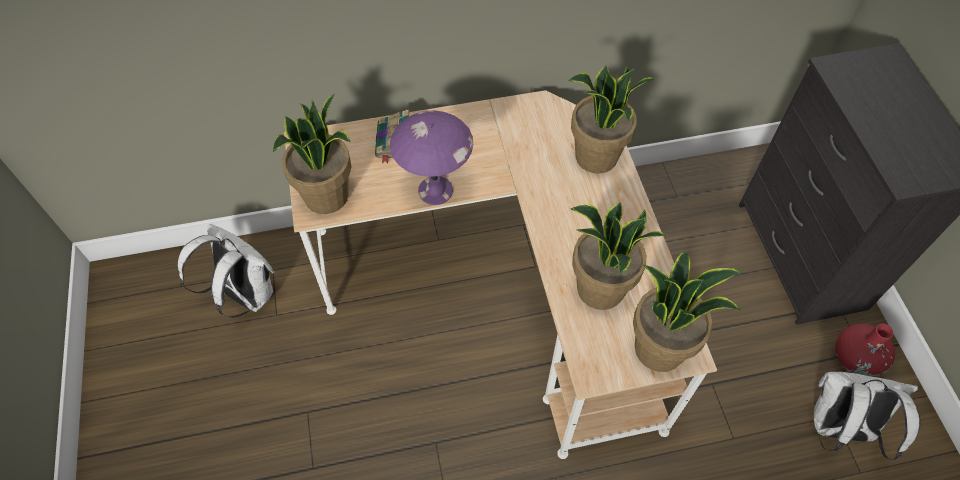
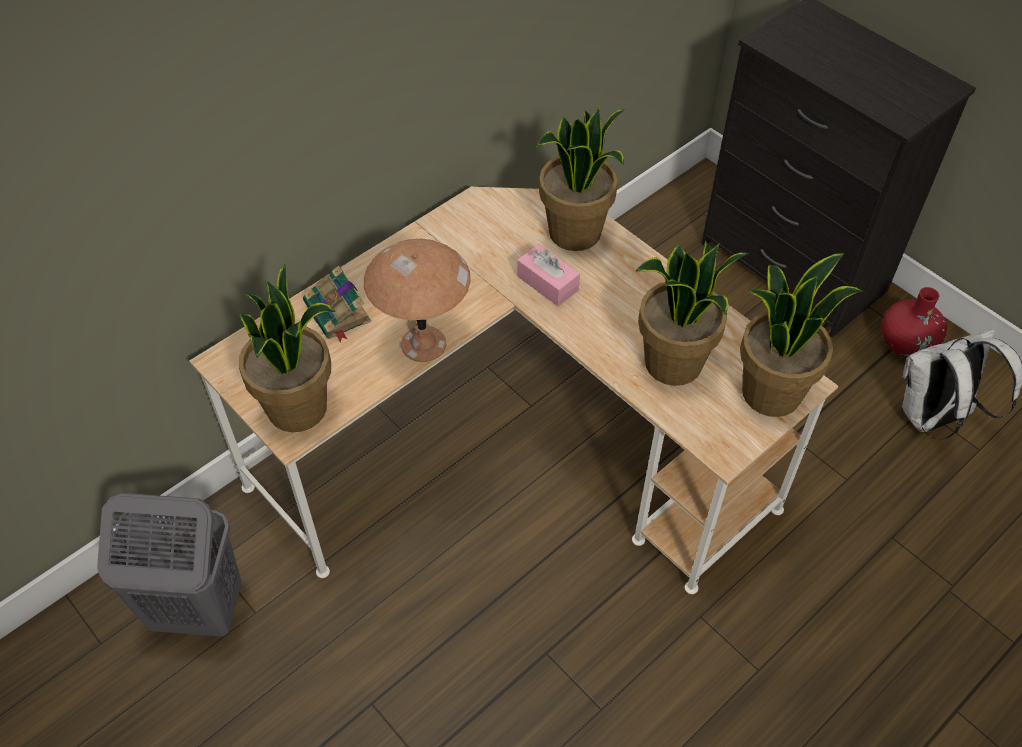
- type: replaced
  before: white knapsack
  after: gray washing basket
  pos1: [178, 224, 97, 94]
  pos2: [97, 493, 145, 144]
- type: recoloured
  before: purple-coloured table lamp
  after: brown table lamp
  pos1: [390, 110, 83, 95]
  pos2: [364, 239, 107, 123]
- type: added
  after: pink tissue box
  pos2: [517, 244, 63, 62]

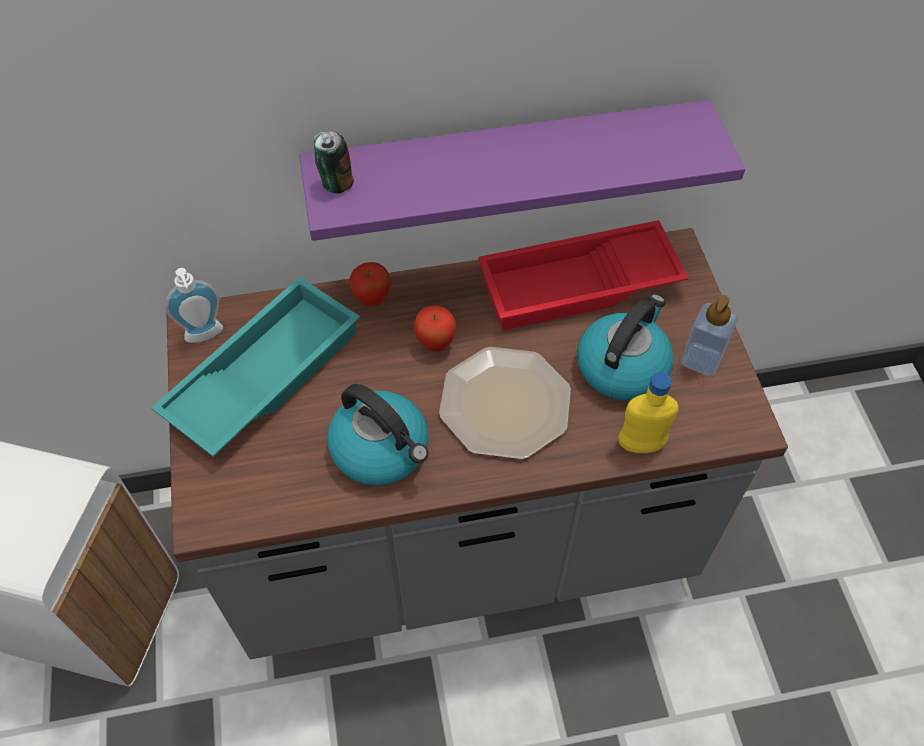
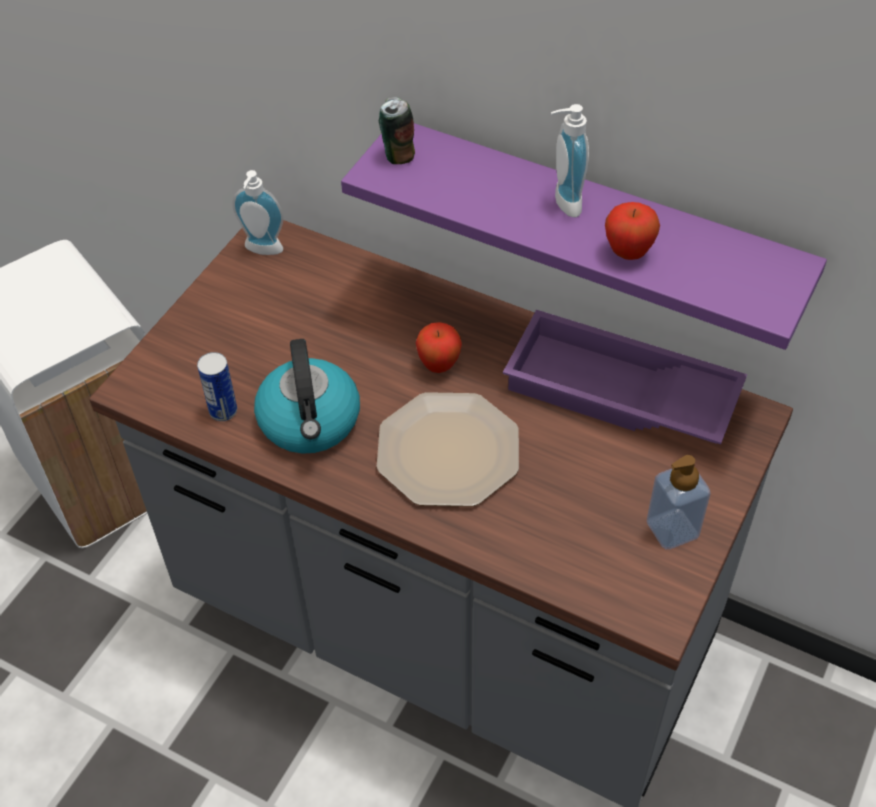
- type: added
  after: metal can
  pos2: [197, 352, 40, 69]
- type: recoloured
  before: red carrying tray
  after: purple-coloured carrying tray
  pos1: [478, 220, 211, 111]
  pos2: [503, 310, 244, 134]
- type: added
  after: liquid soap bottle
  pos2: [551, 104, 38, 113]
- type: moved
  before: apple
  pos1: [349, 262, 42, 44]
  pos2: [605, 202, 55, 58]
- type: removed
  before: blue-green carrying tray
  pos1: [151, 277, 209, 180]
- type: removed
  before: water kettle
  pos1: [577, 294, 97, 107]
- type: removed
  before: yellow beverage bottle
  pos1: [618, 372, 61, 81]

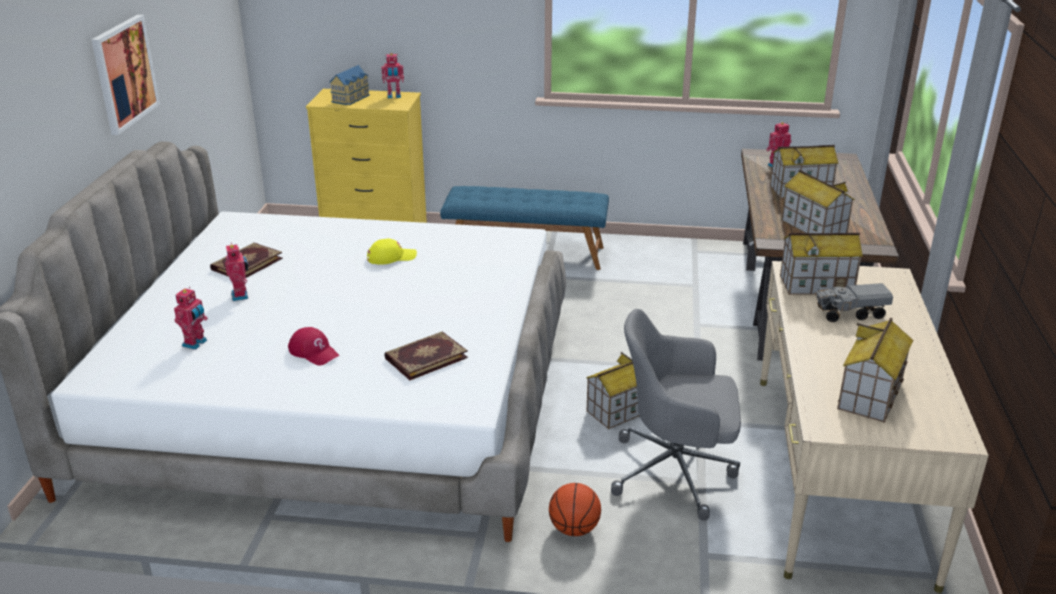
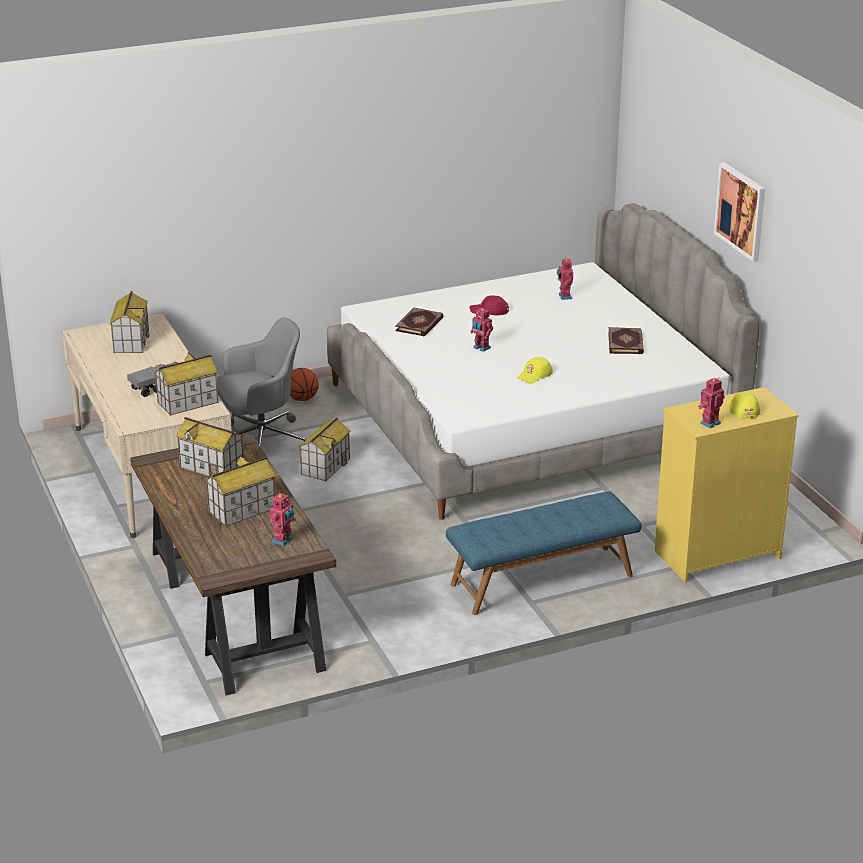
- type: moved
  before: toy robot
  pos1: [225, 243, 23, 58]
  pos2: [470, 307, 23, 45]
- type: replaced
  before: model house
  after: yellow cap
  pos1: [329, 65, 41, 40]
  pos2: [729, 392, 31, 27]

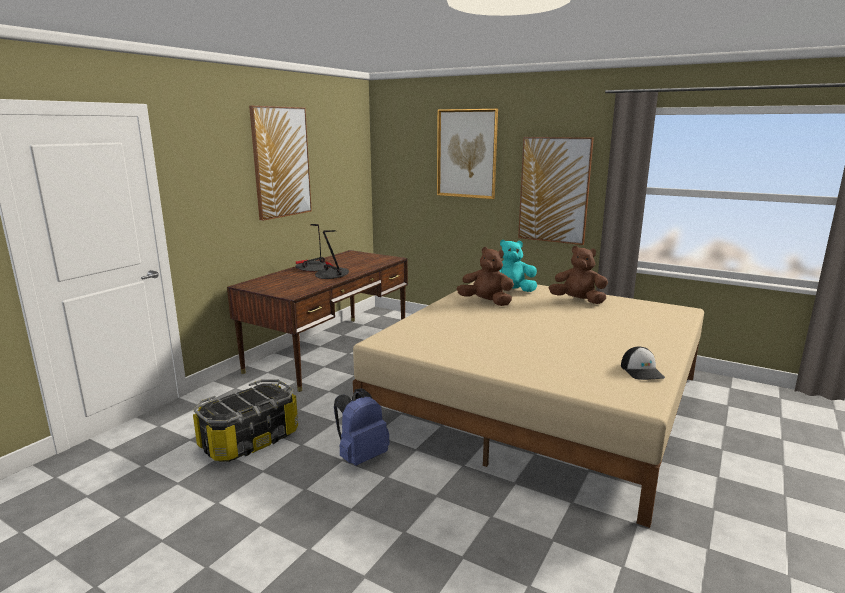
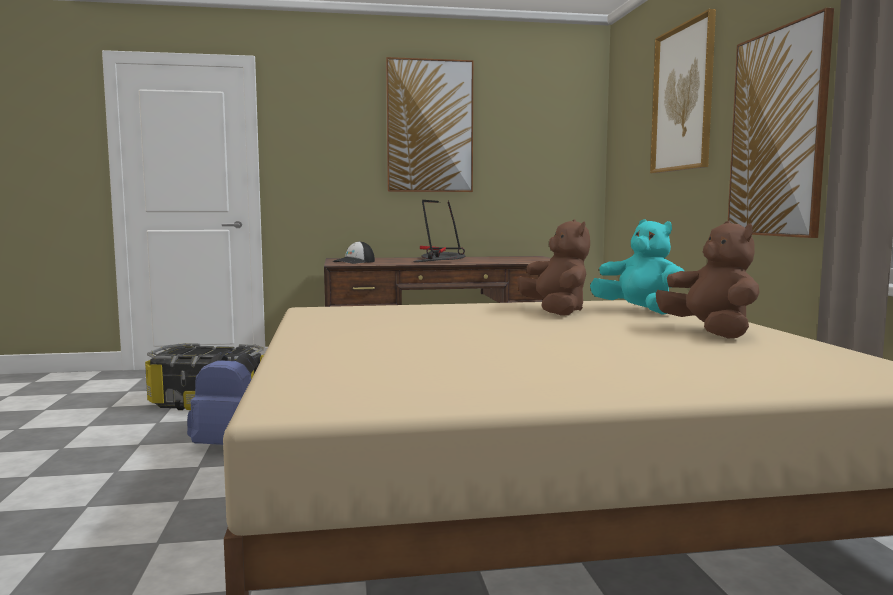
- type: moved
  before: cap
  pos1: [621, 347, 44, 33]
  pos2: [333, 241, 42, 23]

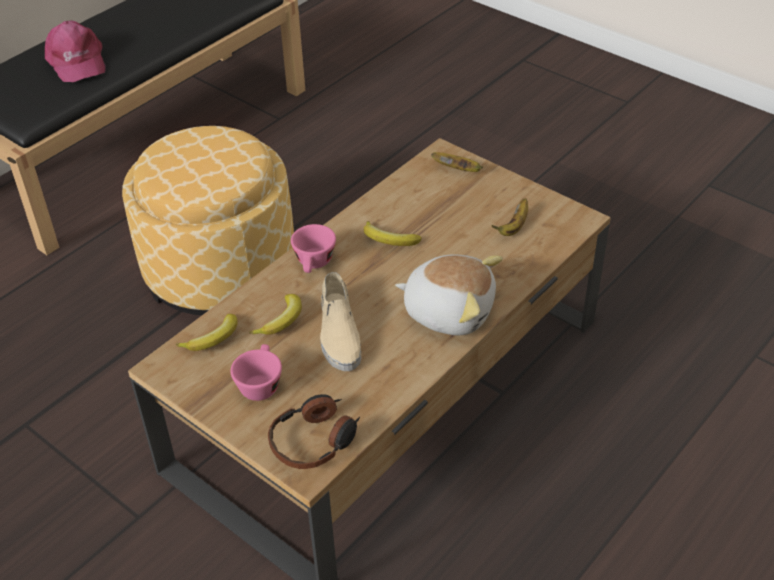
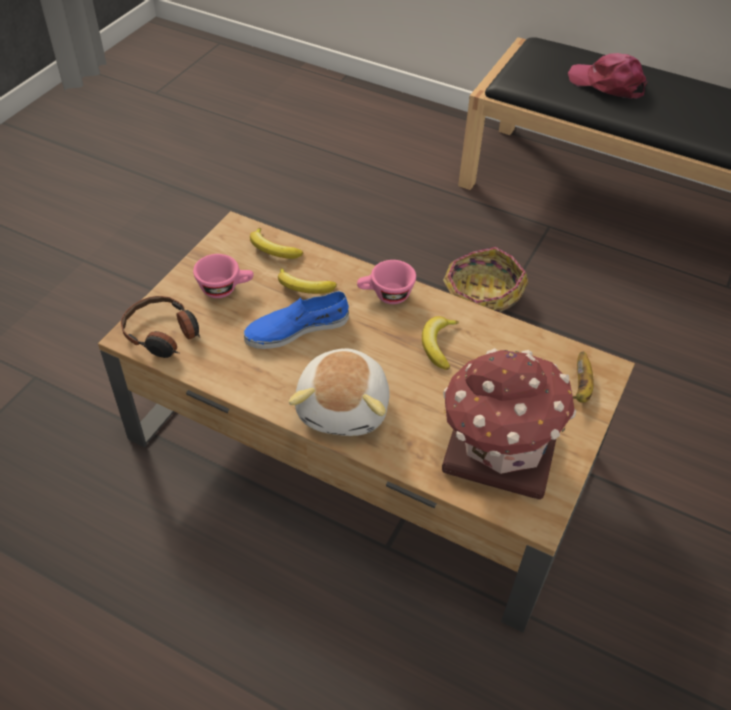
- type: recoloured
  before: beige item of footwear
  after: bluish item of footwear
  pos1: [320, 272, 41, 99]
  pos2: [244, 291, 105, 58]
- type: replaced
  before: banana fruit
  after: model house
  pos1: [492, 198, 36, 38]
  pos2: [442, 348, 135, 152]
- type: replaced
  before: ottoman
  after: storage basket
  pos1: [122, 126, 172, 189]
  pos2: [443, 247, 85, 65]
- type: turned
  before: pink cap
  pos1: [45, 20, 61, 62]
  pos2: [568, 53, 79, 46]
  turn: 75

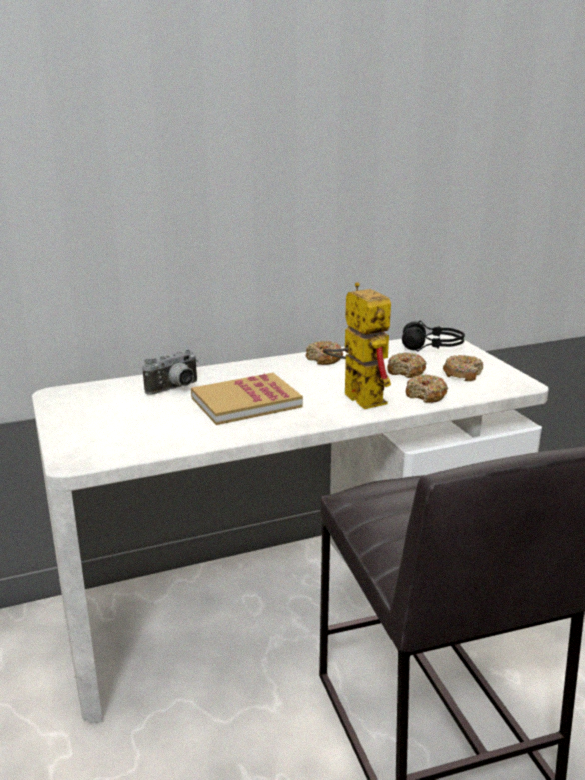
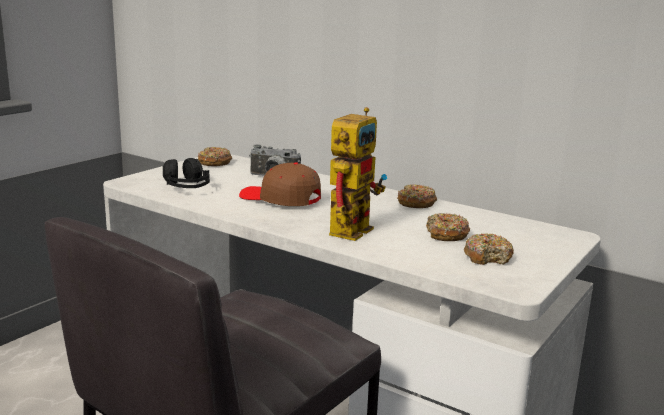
- type: moved
  before: black pair of headphones
  pos1: [402, 321, 63, 31]
  pos2: [163, 158, 47, 30]
- type: moved
  before: ring doughnut
  pos1: [406, 374, 42, 29]
  pos2: [198, 147, 34, 19]
- type: replaced
  before: volume
  after: brown cap
  pos1: [191, 373, 112, 52]
  pos2: [239, 162, 82, 44]

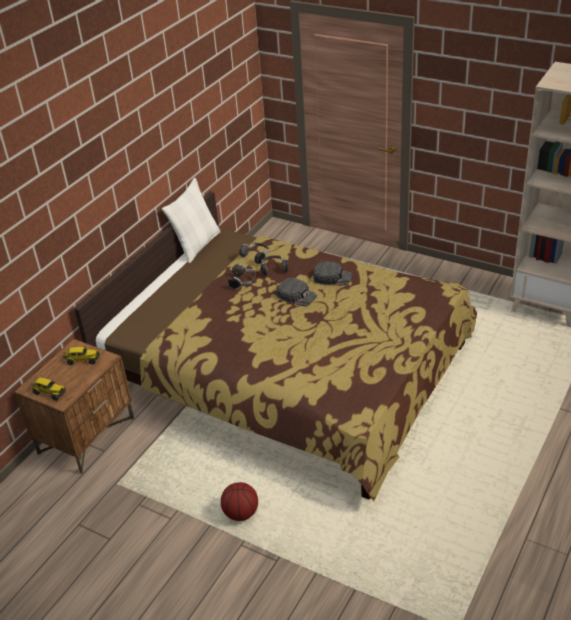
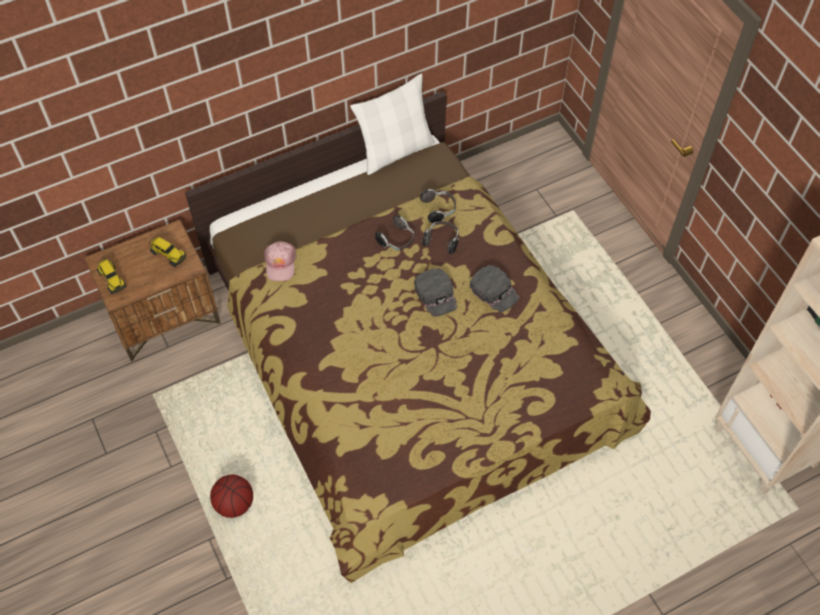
- type: added
  after: pink cap
  pos2: [264, 241, 32, 40]

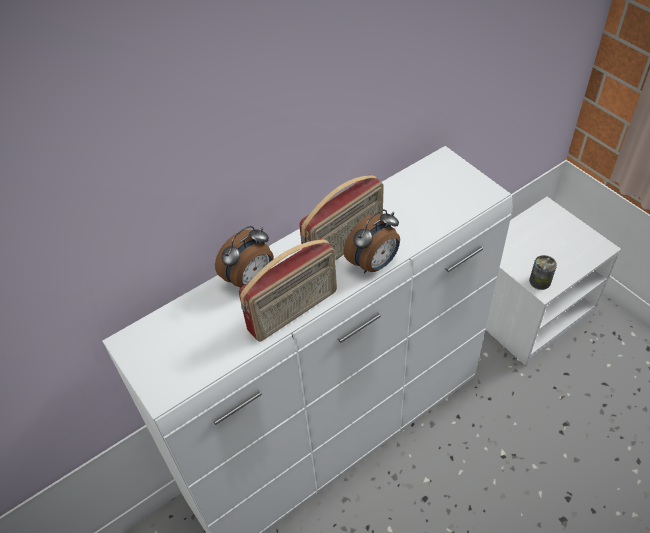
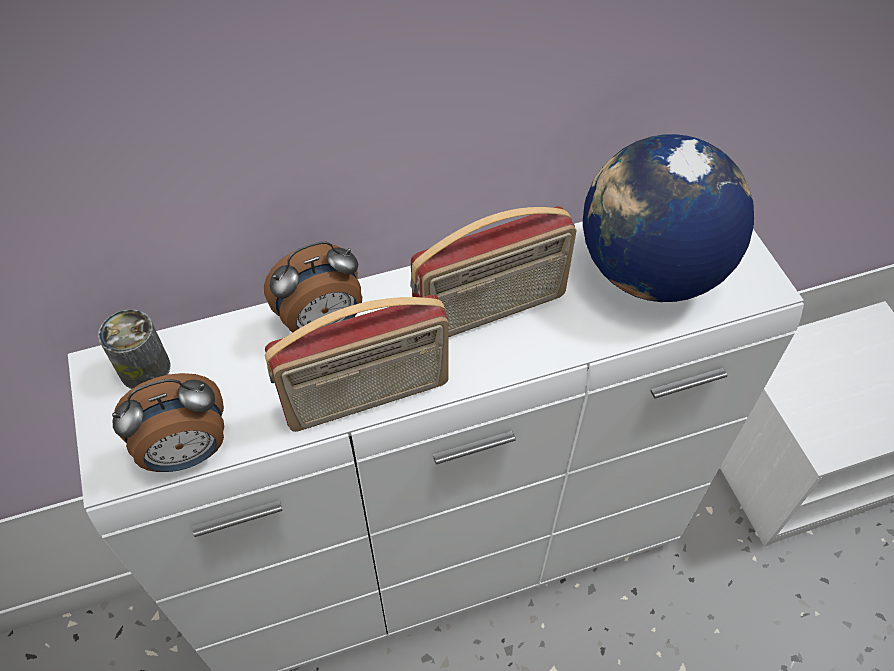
- type: moved
  before: metal can
  pos1: [529, 255, 28, 35]
  pos2: [98, 309, 72, 80]
- type: moved
  before: table clock
  pos1: [343, 209, 57, 64]
  pos2: [112, 373, 112, 99]
- type: added
  after: desk globe
  pos2: [583, 134, 171, 168]

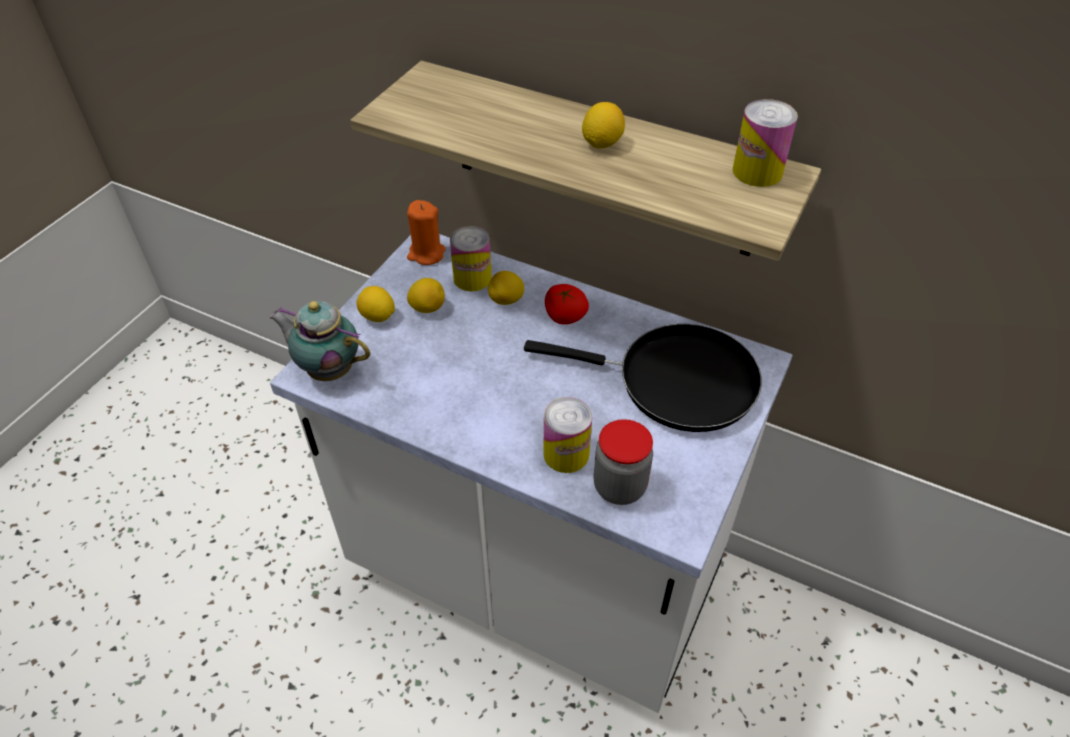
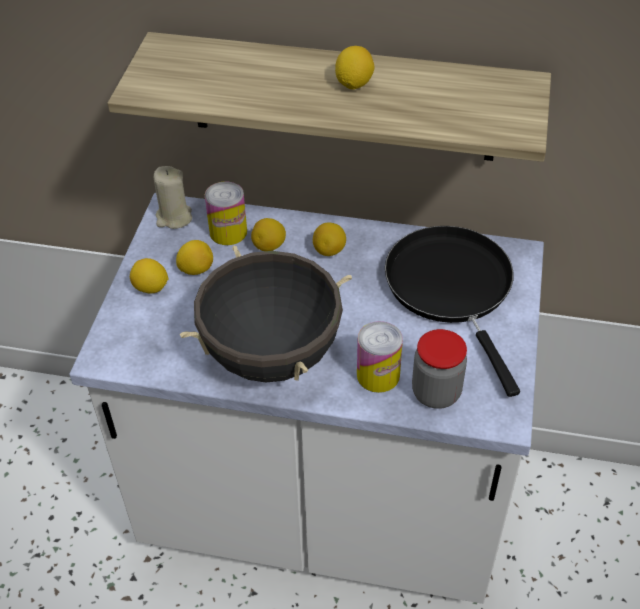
- type: recoloured
  before: orangey candle
  after: beige candle
  pos1: [407, 200, 39, 65]
  pos2: [154, 166, 38, 63]
- type: added
  after: black cooking pot
  pos2: [180, 245, 172, 138]
- type: replaced
  before: whole tomato
  after: lemon
  pos1: [545, 284, 44, 40]
  pos2: [313, 223, 33, 33]
- type: turned
  before: black pan
  pos1: [524, 324, 238, 108]
  pos2: [385, 226, 135, 171]
  turn: -105
- type: removed
  before: pot for tea
  pos1: [269, 301, 101, 80]
- type: removed
  before: metal can
  pos1: [733, 99, 65, 88]

